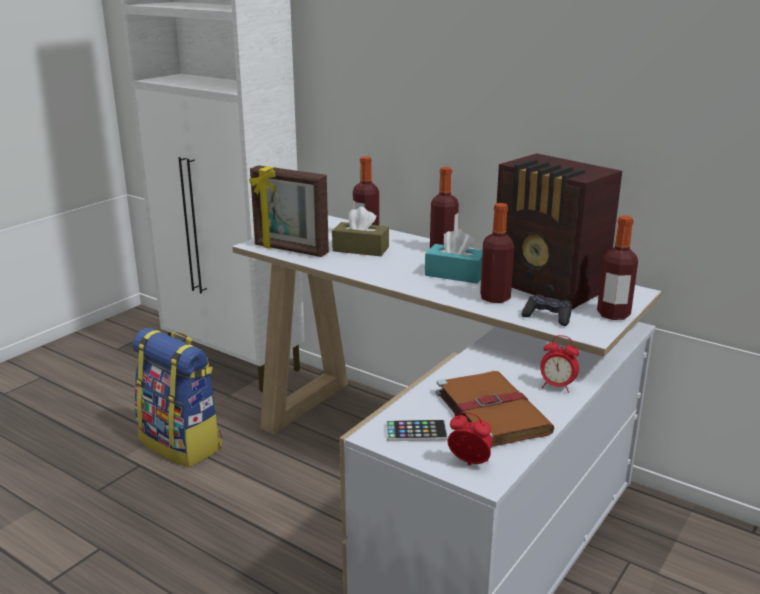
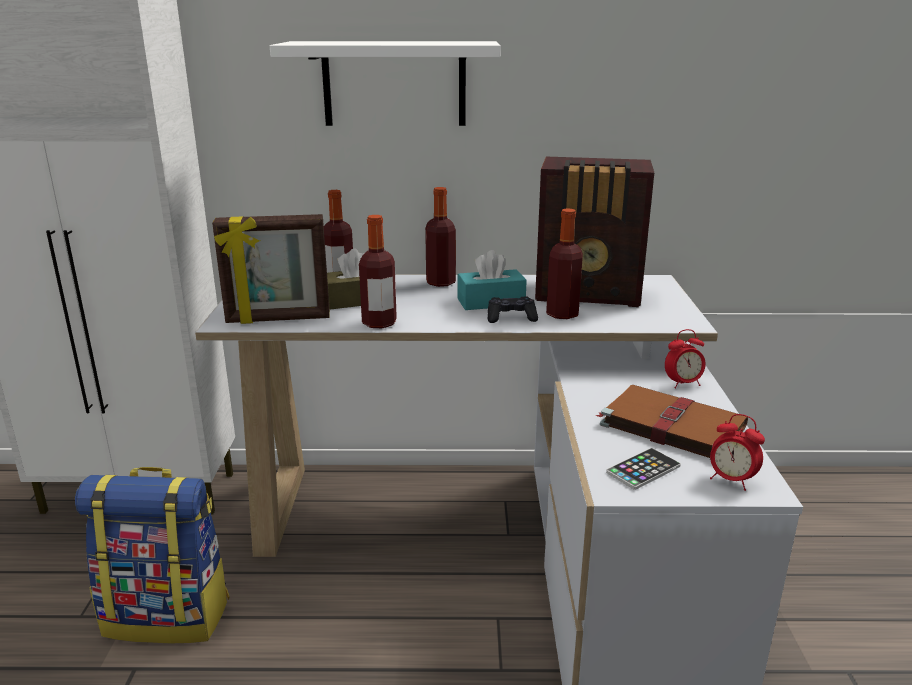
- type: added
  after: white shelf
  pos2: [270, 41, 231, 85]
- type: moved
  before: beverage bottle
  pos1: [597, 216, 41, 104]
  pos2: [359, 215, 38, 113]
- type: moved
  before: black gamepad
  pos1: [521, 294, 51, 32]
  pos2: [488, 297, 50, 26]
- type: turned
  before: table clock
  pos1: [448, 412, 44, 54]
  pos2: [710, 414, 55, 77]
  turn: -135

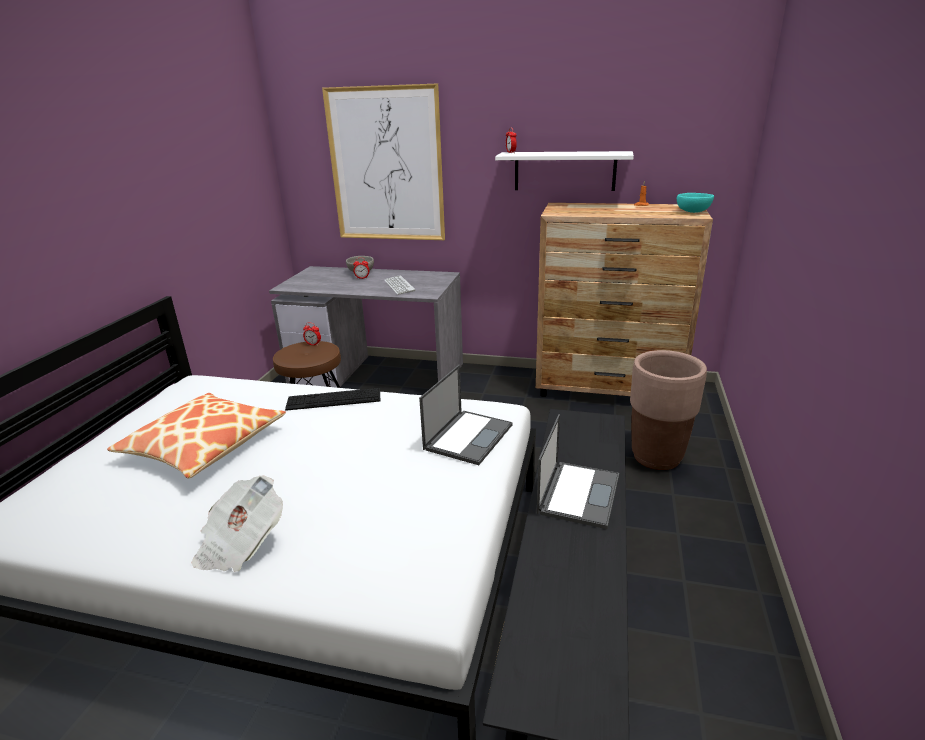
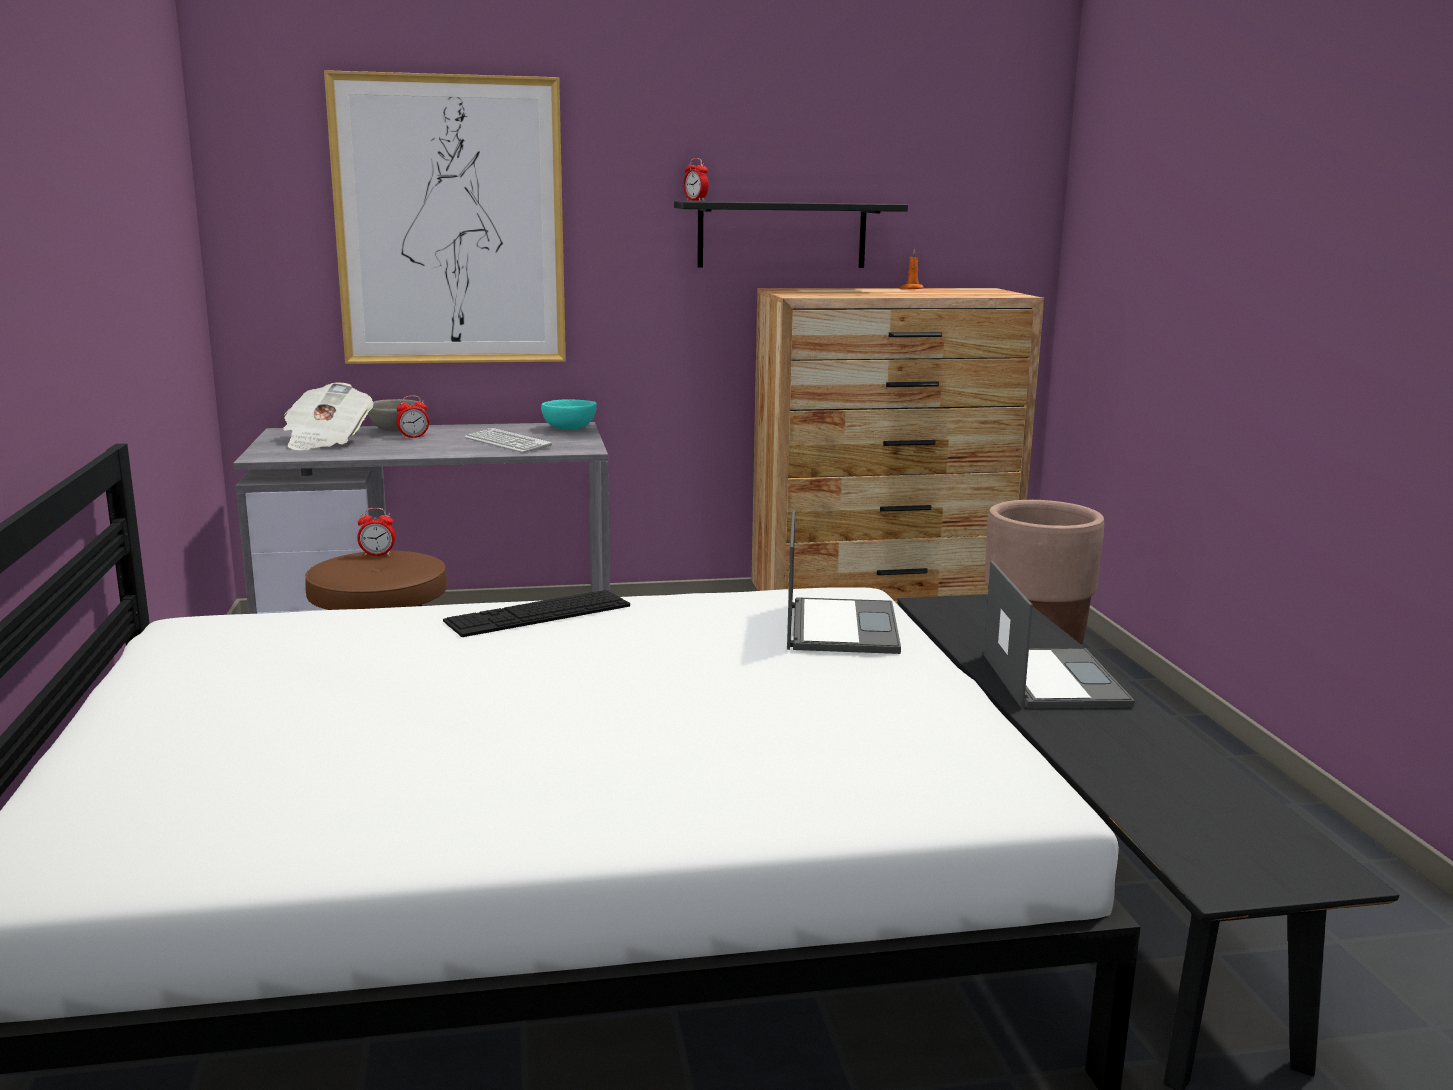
- type: moved
  before: daily paper
  pos1: [192, 475, 91, 97]
  pos2: [283, 382, 90, 68]
- type: moved
  before: blue-green bowl
  pos1: [677, 193, 37, 20]
  pos2: [541, 399, 56, 31]
- type: recoloured
  before: white shelf
  after: black shelf
  pos1: [495, 151, 139, 40]
  pos2: [674, 201, 234, 67]
- type: removed
  before: pillow
  pos1: [107, 393, 179, 85]

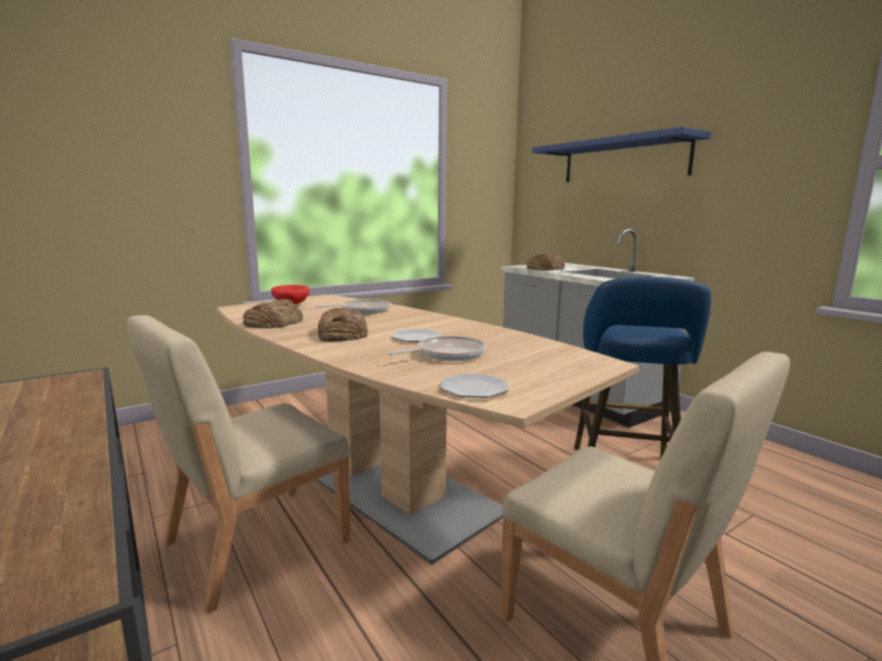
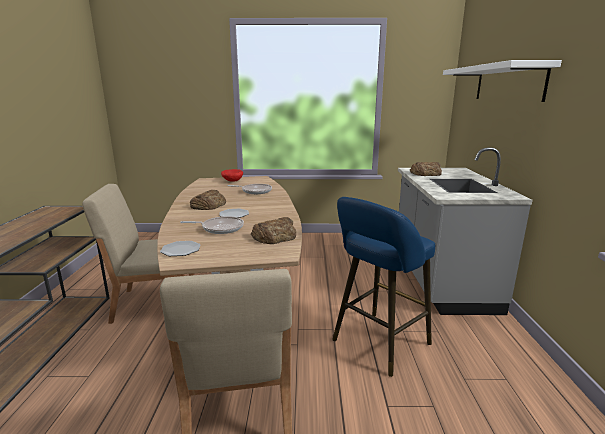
- type: moved
  before: baked bread
  pos1: [243, 299, 60, 29]
  pos2: [251, 217, 45, 27]
- type: recoloured
  before: bluish shelf
  after: white shelf
  pos1: [532, 127, 179, 55]
  pos2: [443, 60, 119, 42]

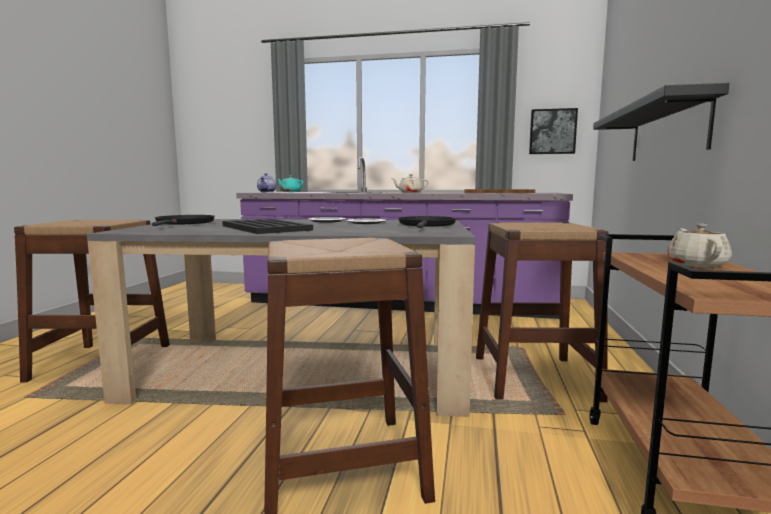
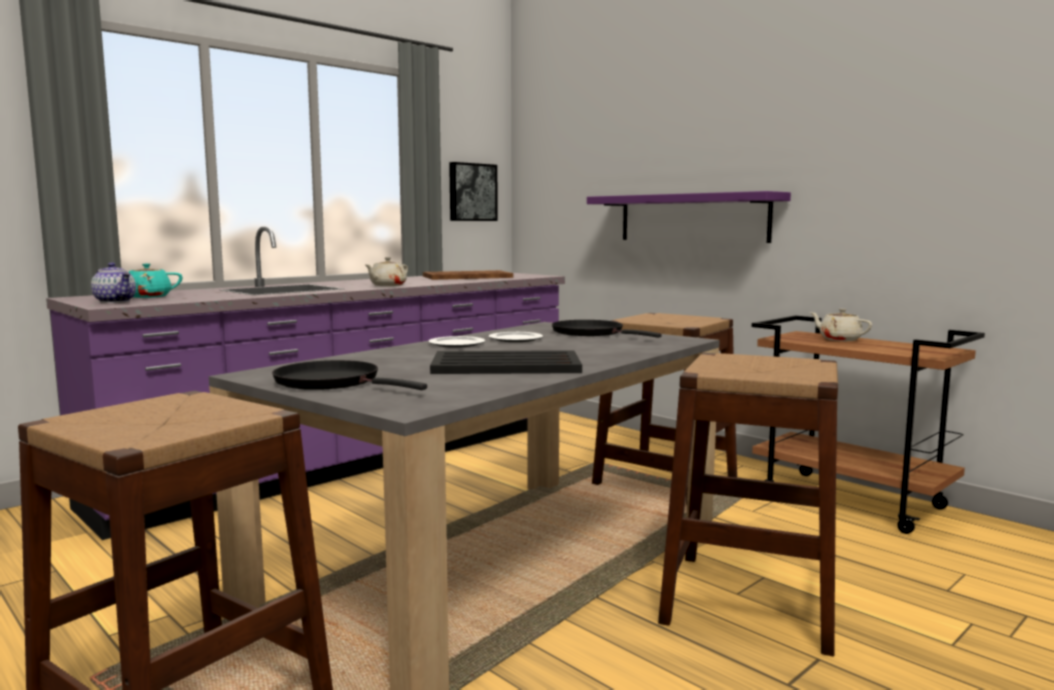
- type: recoloured
  before: black shelf
  after: purple-coloured shelf
  pos1: [593, 83, 136, 78]
  pos2: [587, 191, 204, 52]

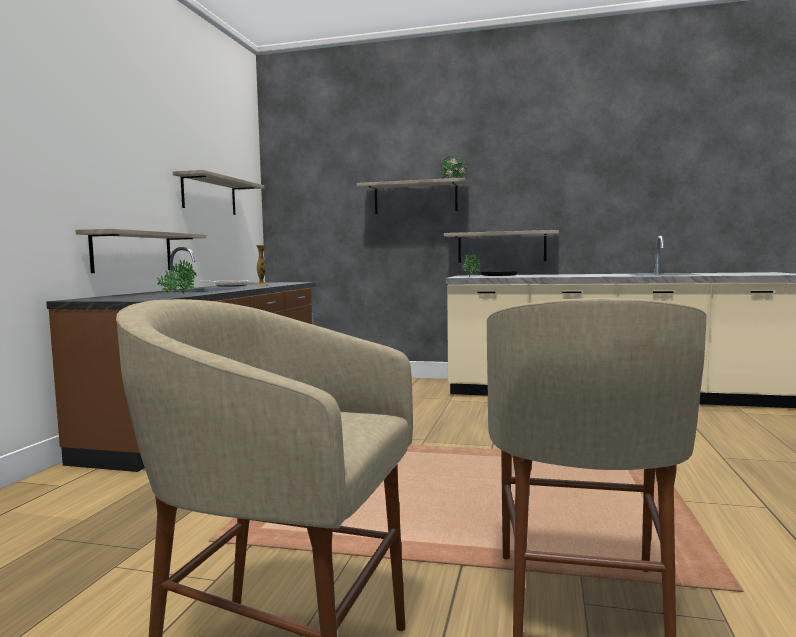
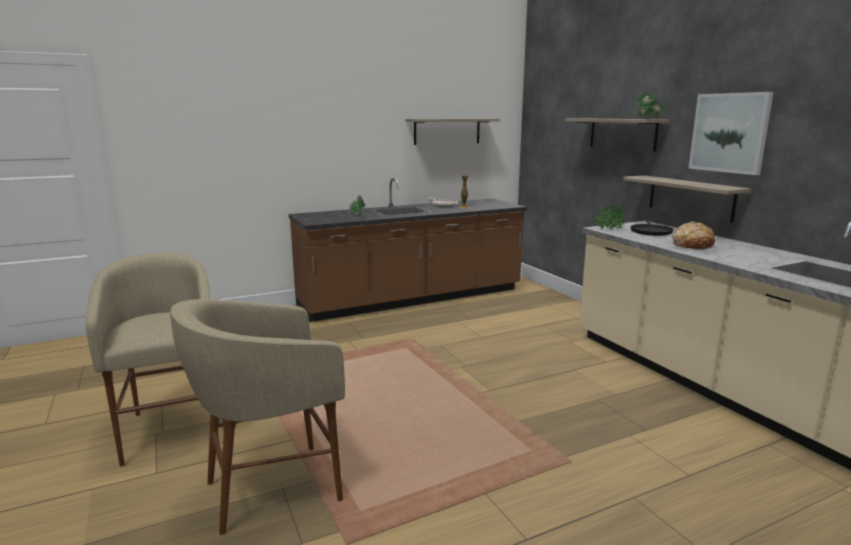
- type: added
  after: baked bread
  pos2: [673, 221, 42, 28]
- type: added
  after: picture
  pos2: [688, 92, 86, 83]
- type: removed
  before: shelf
  pos1: [75, 228, 131, 45]

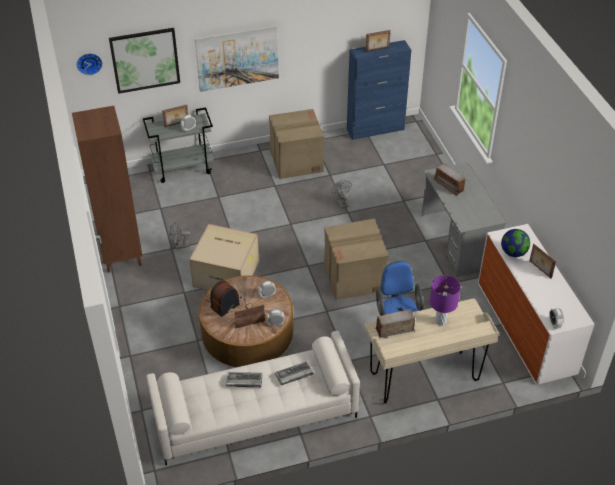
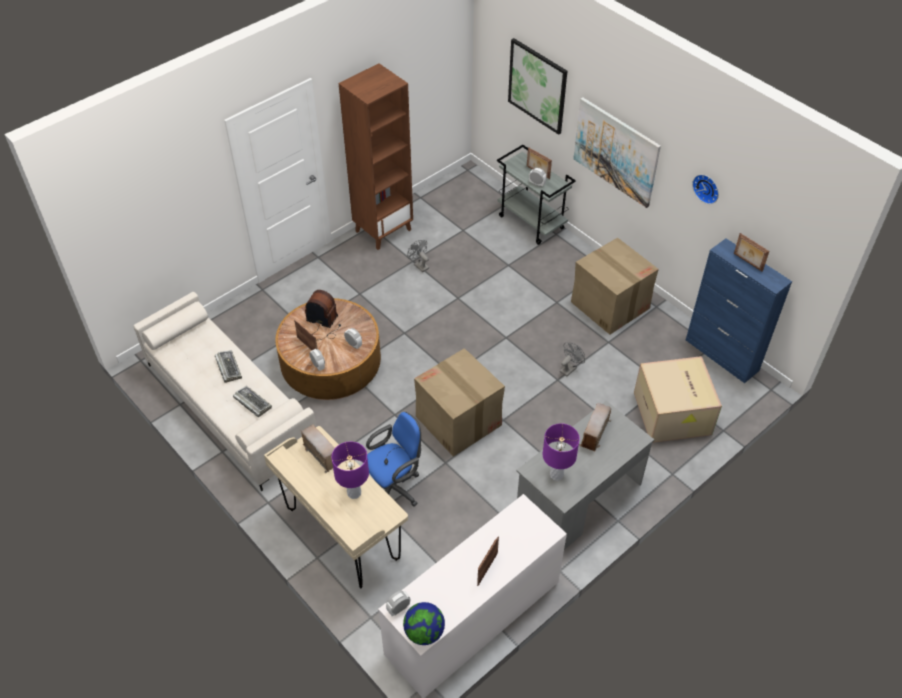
- type: moved
  before: desk globe
  pos1: [501, 229, 29, 28]
  pos2: [403, 602, 42, 43]
- type: added
  after: purple-coloured table lamp
  pos2: [542, 423, 38, 58]
- type: moved
  before: carton
  pos1: [189, 224, 70, 67]
  pos2: [634, 356, 88, 87]
- type: moved
  before: wall clock
  pos1: [77, 53, 26, 22]
  pos2: [692, 174, 27, 30]

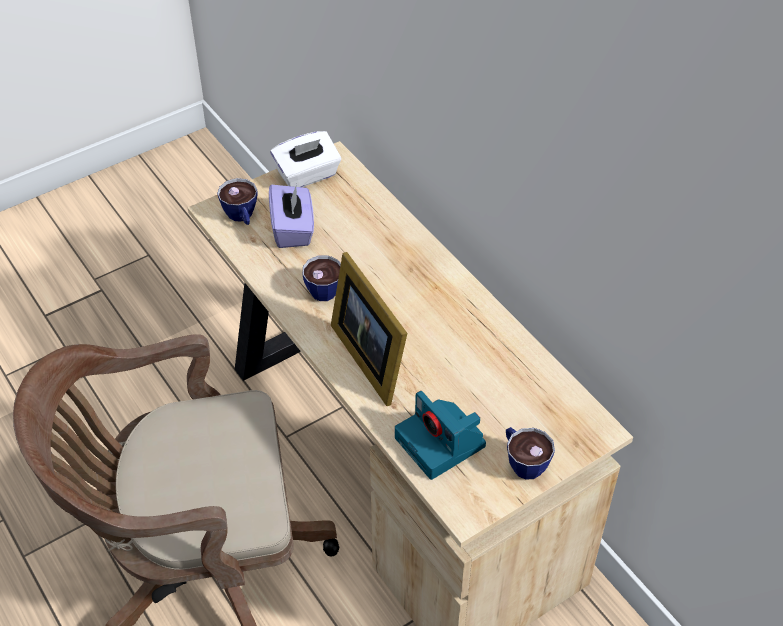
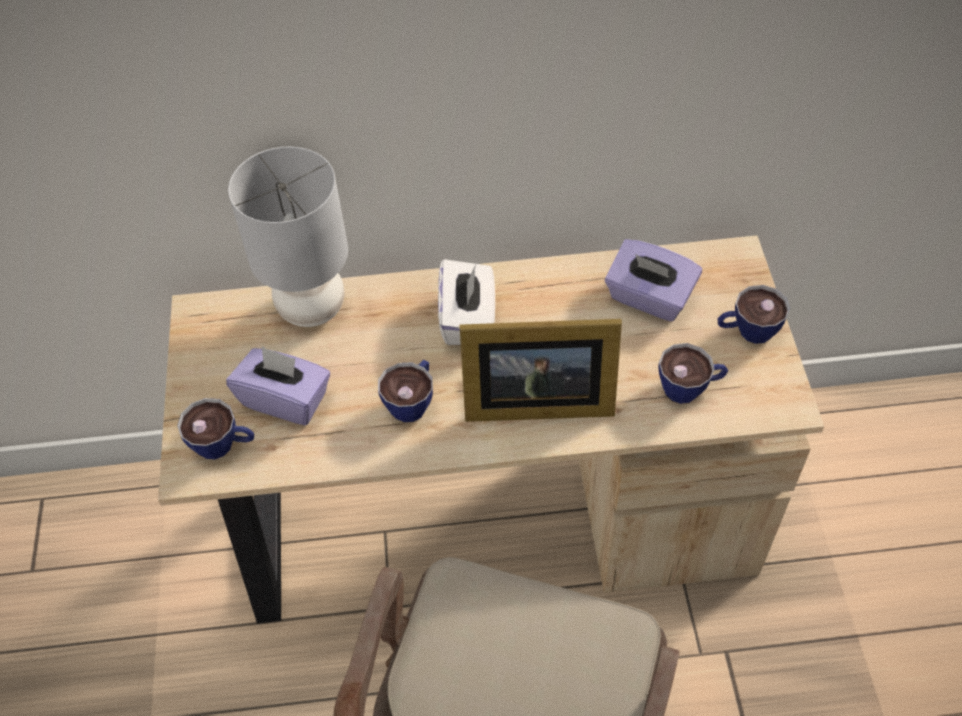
- type: added
  after: gray table lamp
  pos2: [228, 147, 120, 180]
- type: moved
  before: white tissue box
  pos1: [270, 131, 71, 56]
  pos2: [438, 259, 57, 86]
- type: added
  after: purple-coloured tissue box
  pos2: [605, 239, 97, 82]
- type: replaced
  before: photo camera
  after: cup
  pos1: [395, 391, 91, 89]
  pos2: [658, 343, 70, 61]

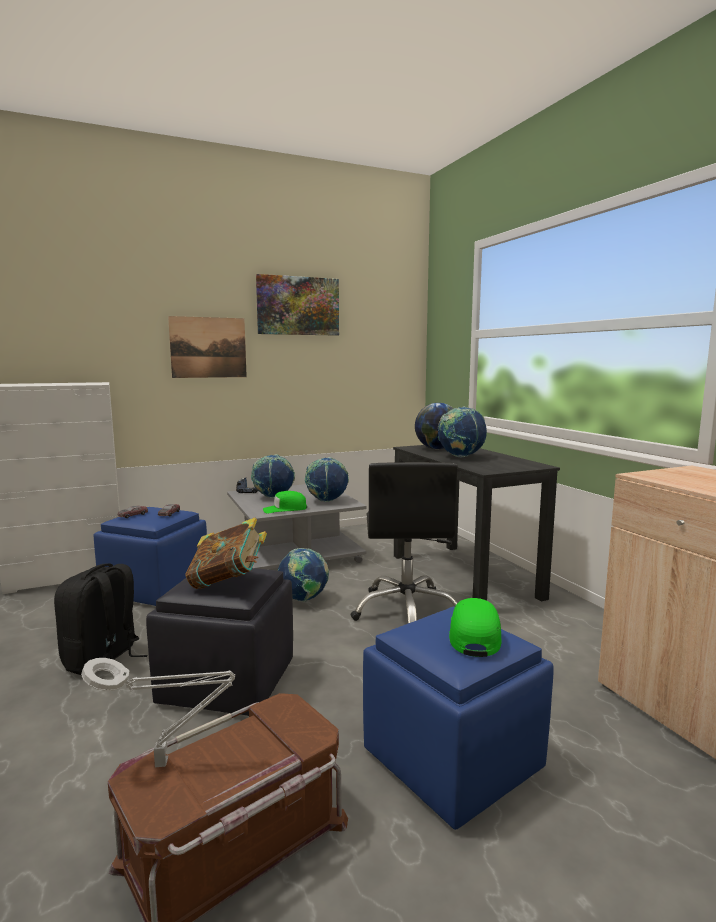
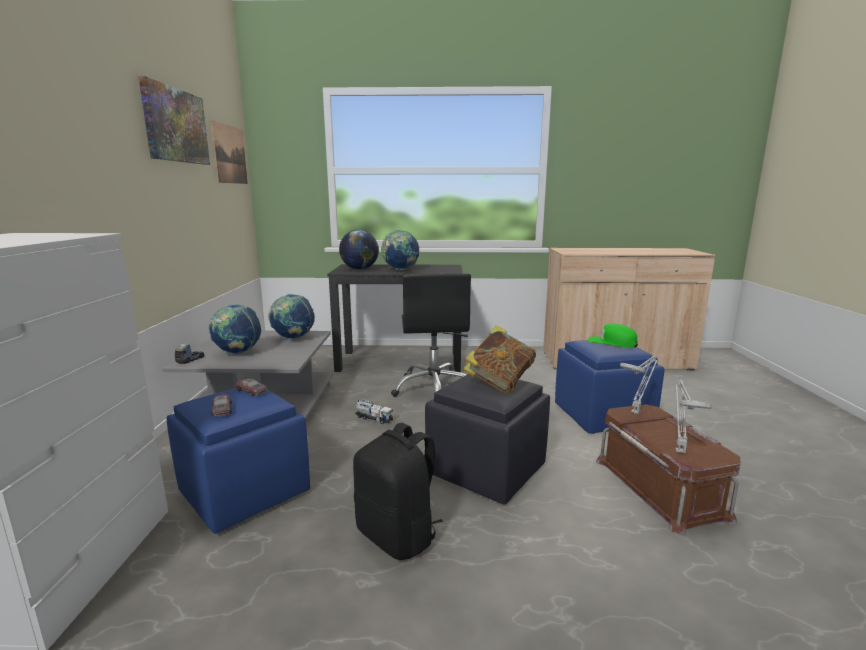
- type: moved
  before: picture
  pos1: [168, 316, 79, 62]
  pos2: [211, 121, 37, 63]
- type: replaced
  before: desk globe
  after: model truck
  pos1: [278, 548, 51, 54]
  pos2: [355, 399, 38, 25]
- type: turned
  before: black computer chair
  pos1: [351, 462, 107, 161]
  pos2: [391, 273, 80, 124]
  turn: 60
- type: added
  after: gray table lamp
  pos2: [620, 355, 38, 59]
- type: removed
  before: green-coloured cap
  pos1: [263, 491, 44, 22]

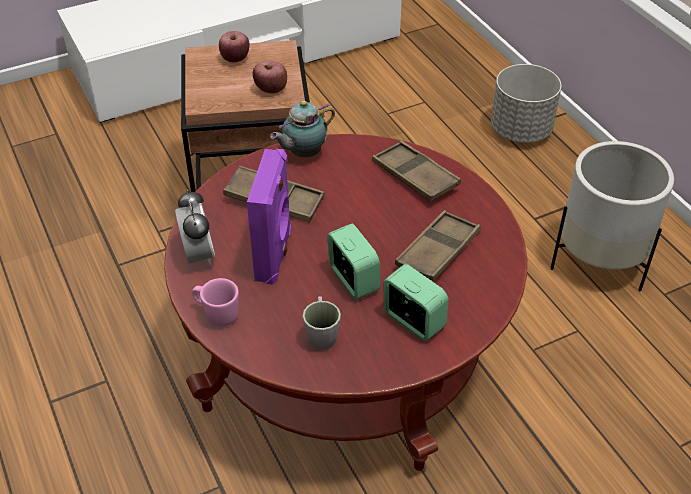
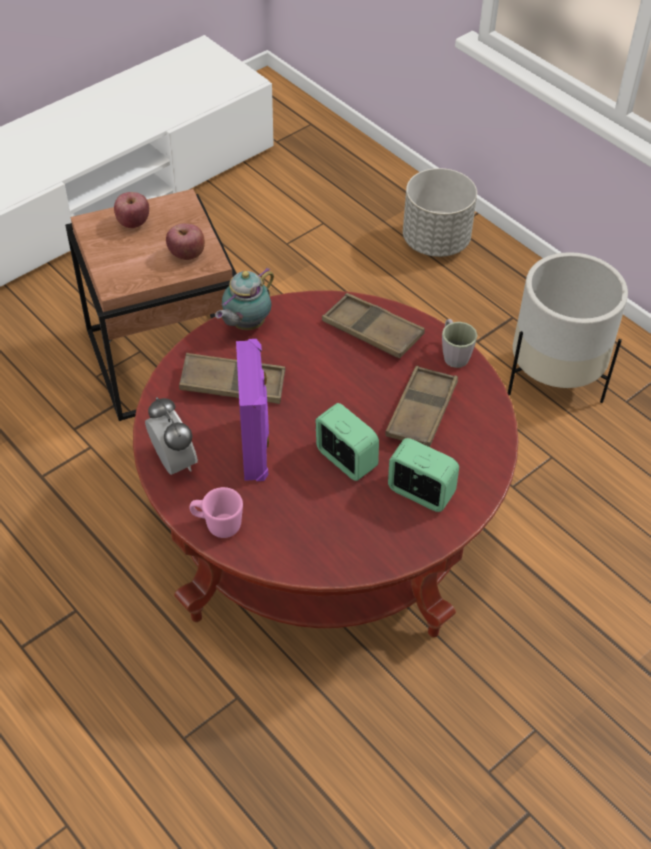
- type: moved
  before: gray mug
  pos1: [303, 296, 38, 54]
  pos2: [442, 319, 36, 49]

